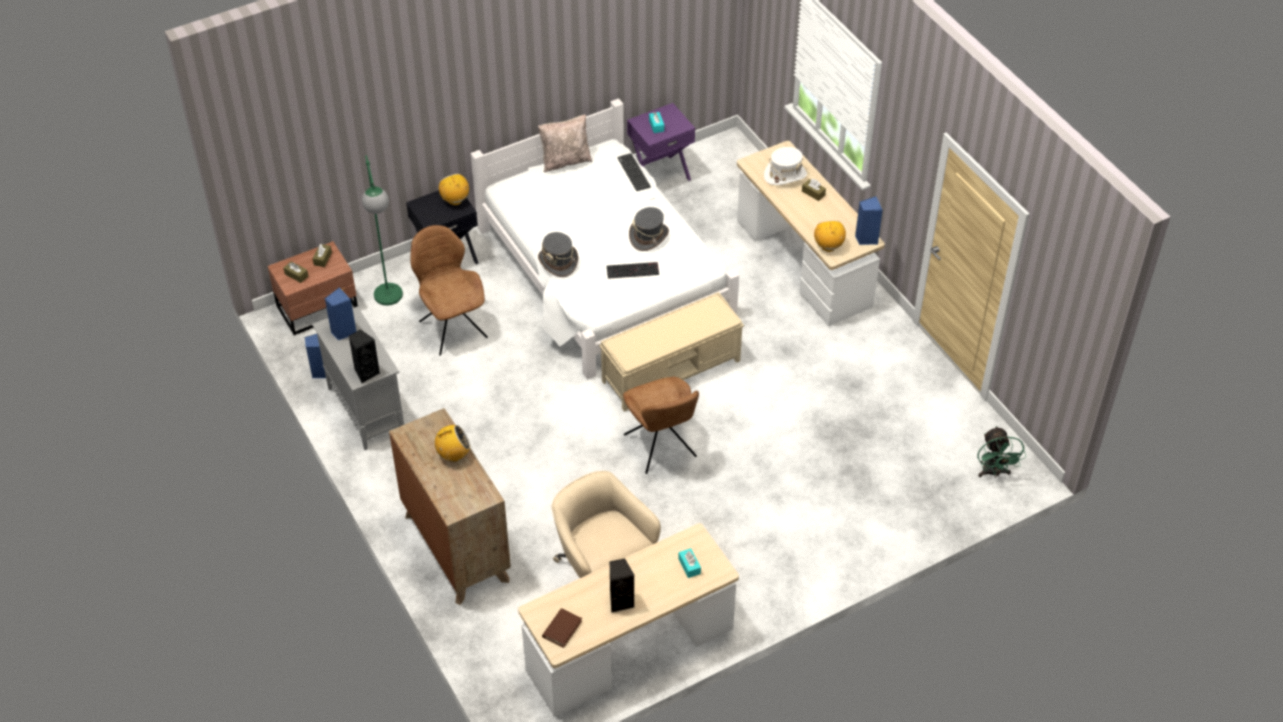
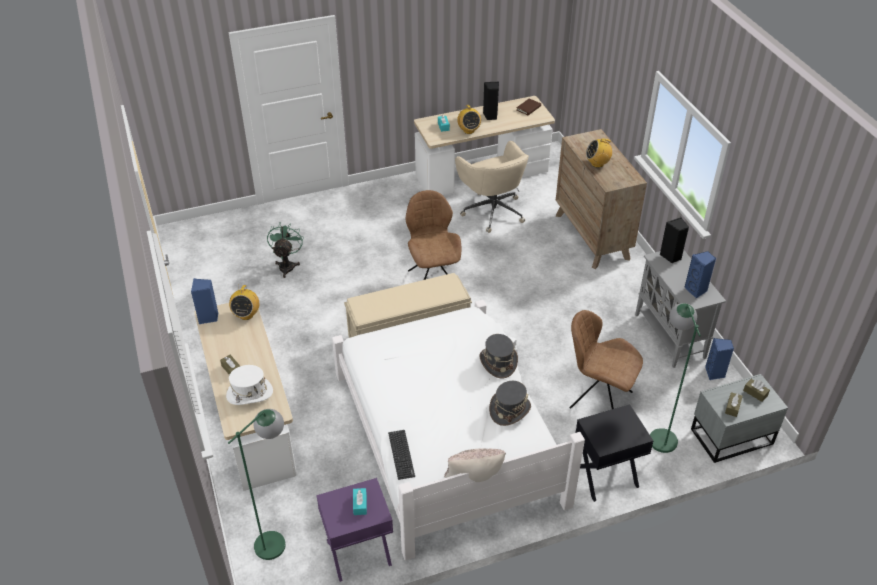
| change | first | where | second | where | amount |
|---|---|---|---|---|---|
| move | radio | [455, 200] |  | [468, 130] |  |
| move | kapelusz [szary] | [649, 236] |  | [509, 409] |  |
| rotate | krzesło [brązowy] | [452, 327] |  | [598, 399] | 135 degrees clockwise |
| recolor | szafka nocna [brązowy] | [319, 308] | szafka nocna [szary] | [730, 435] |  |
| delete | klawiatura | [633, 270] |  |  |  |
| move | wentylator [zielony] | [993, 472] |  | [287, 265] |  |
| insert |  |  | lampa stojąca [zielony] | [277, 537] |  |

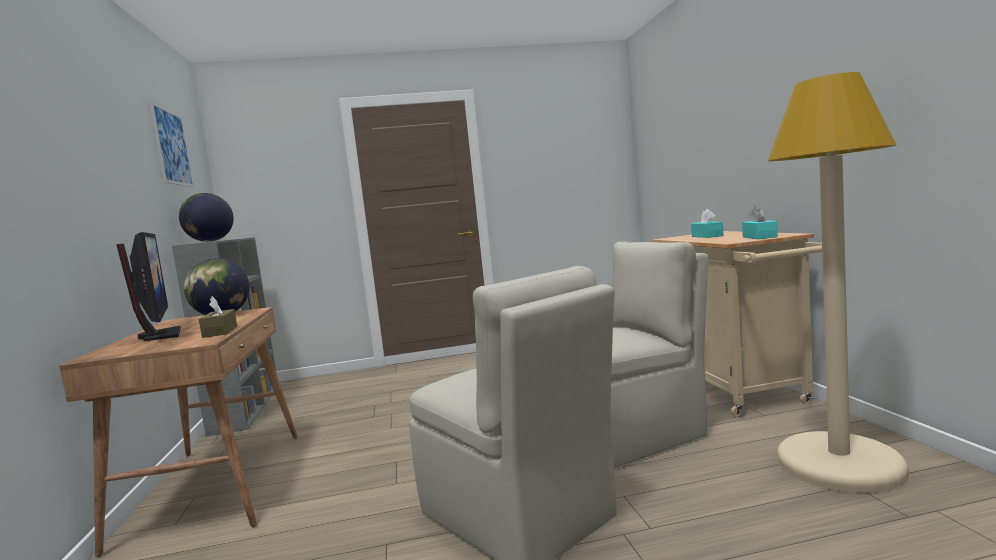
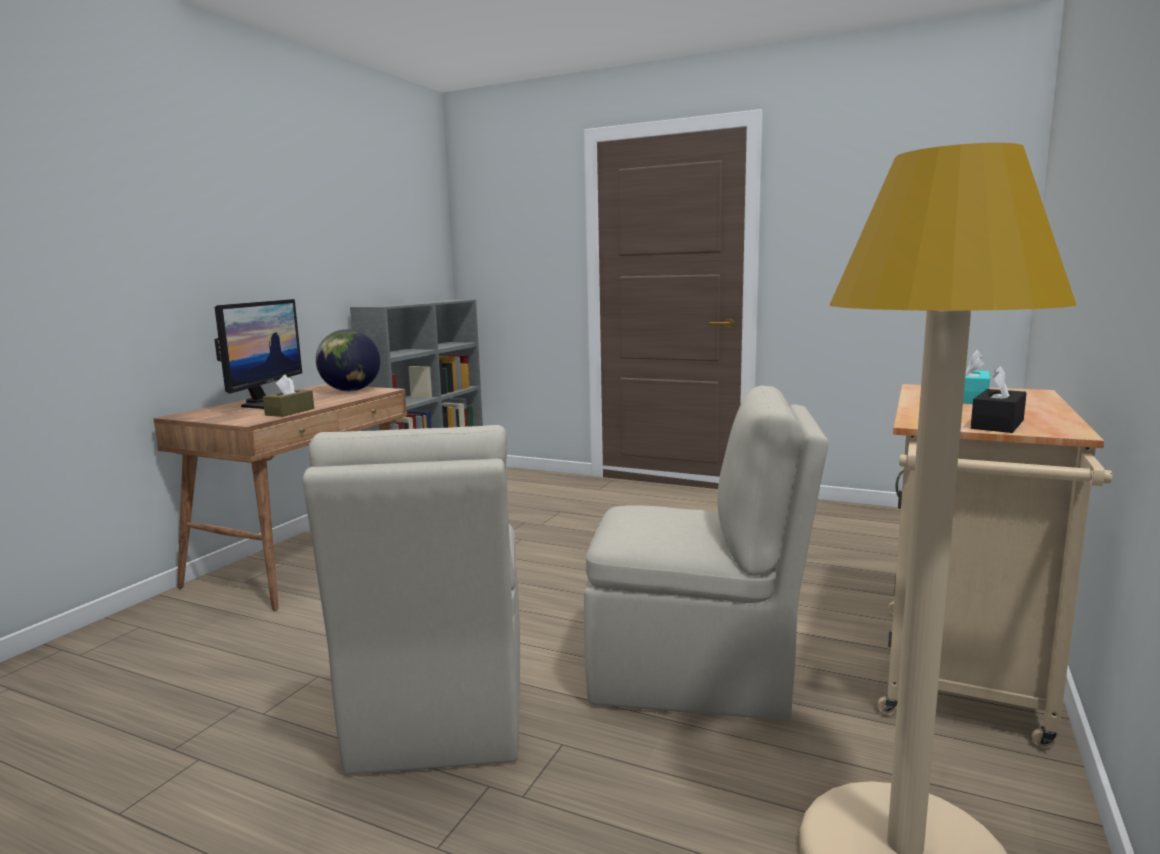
| change | first | where | second | where | amount |
|---|---|---|---|---|---|
| delete | obraz | [172, 147] |  |  |  |
| delete | globus | [210, 241] |  |  |  |
| recolor | pudełko chusteczek [turkusowy] | [759, 237] | pudełko chusteczek [czarny] | [997, 424] |  |

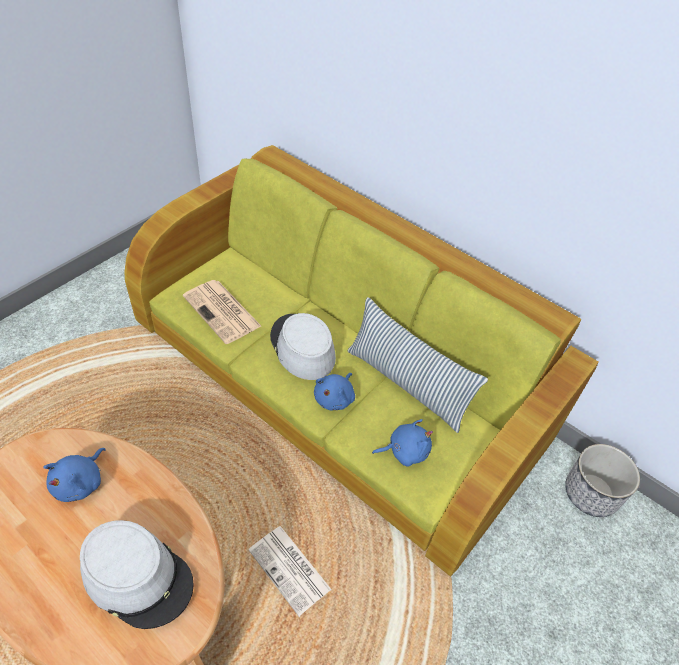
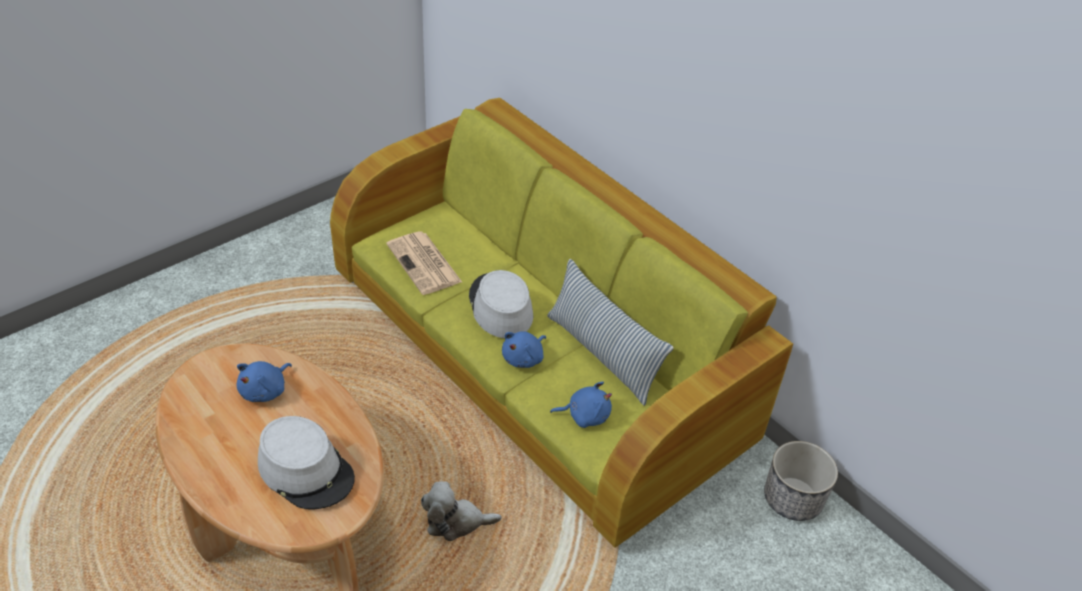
| change | first | where | second | where | amount |
|---|---|---|---|---|---|
| replace | gazeta | [292, 570] | pluszak | [456, 522] |  |

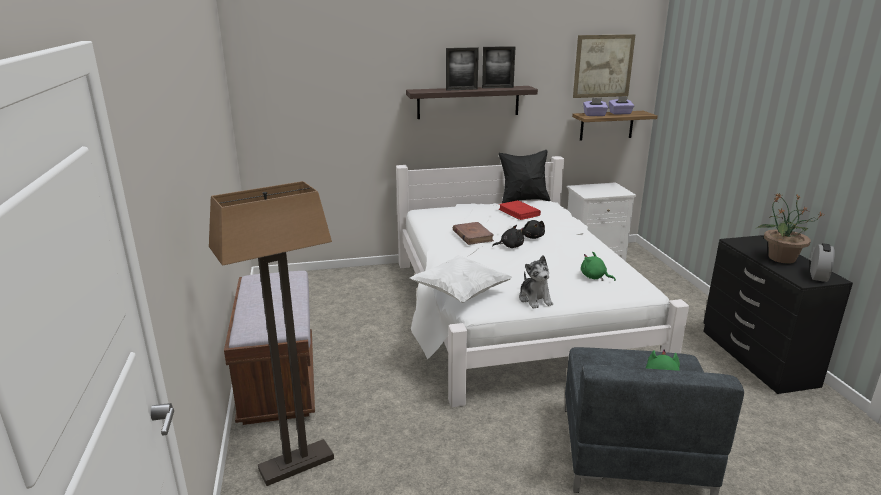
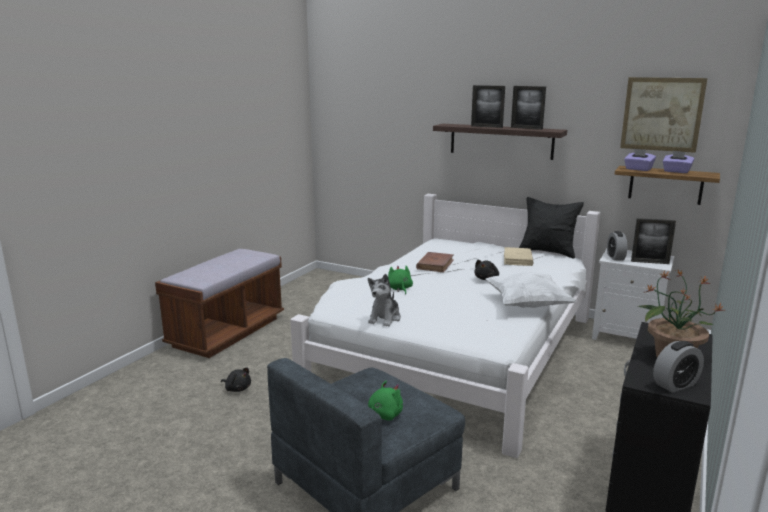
| change | first | where | second | where | amount |
|---|---|---|---|---|---|
| delete | lampa stojąca | [297, 463] |  |  |  |
| recolor | książka [czerwony] | [519, 212] | książka [beżowy] | [517, 259] |  |
| move | pluszak [czarny] | [510, 246] |  | [237, 388] |  |
| move | pluszak [zielony] | [594, 277] |  | [400, 289] |  |
| move | poduszka [biały] | [460, 293] |  | [527, 305] |  |
| insert |  |  | ramka na zdjęcie | [650, 262] |  |
| insert |  |  | budzik | [615, 257] |  |

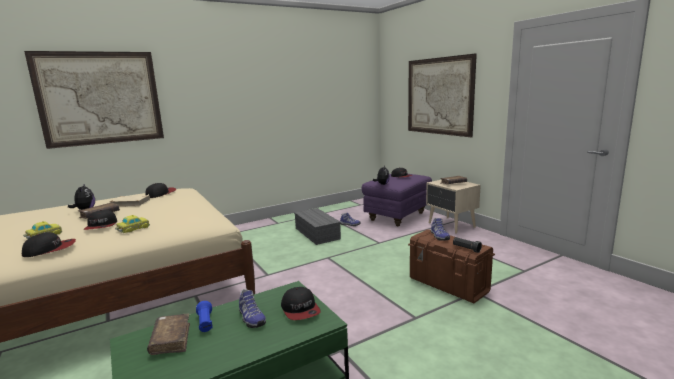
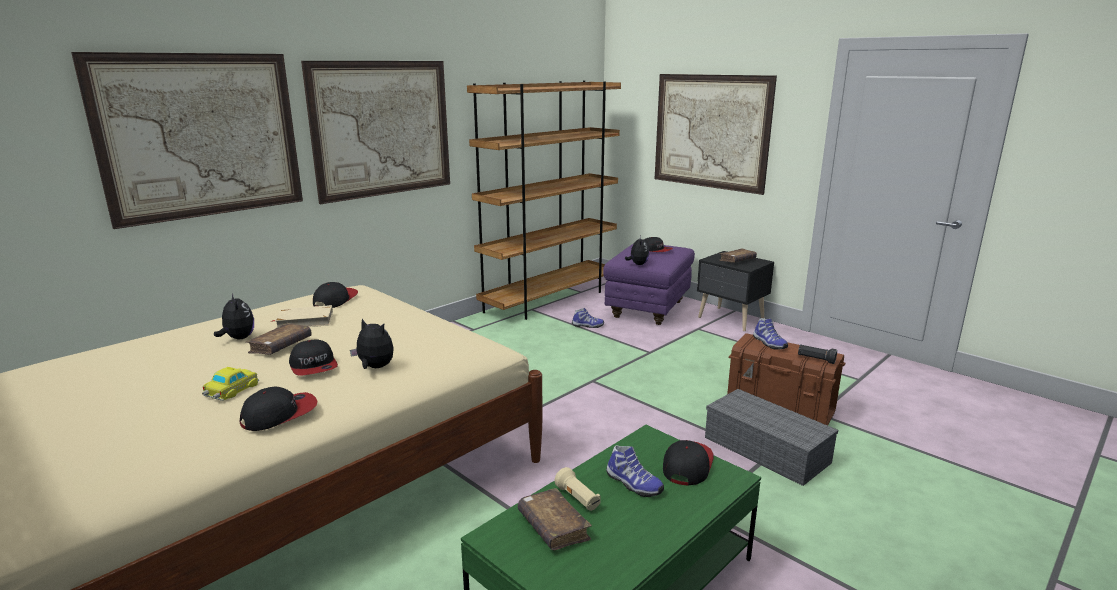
| change | first | where | second | where | amount |
|---|---|---|---|---|---|
| recolor | szafka nocna [beżowy] | [451, 225] | szafka nocna [czarny] | [731, 320] |  |
| move | pojemnik do przechowywania [szary] | [318, 233] |  | [768, 450] |  |
| replace | samochodzik | [133, 229] | pluszak | [374, 367] |  |
| rotate | czapka z daszkiem | [300, 310] |  | [687, 465] | 120 degrees counterclockwise |
| recolor | latarka [niebieski] | [205, 323] | latarka [beżowy] | [578, 499] |  |
| insert |  |  | obraz | [383, 129] |  |
| insert |  |  | regał [brązowy] | [550, 300] |  |

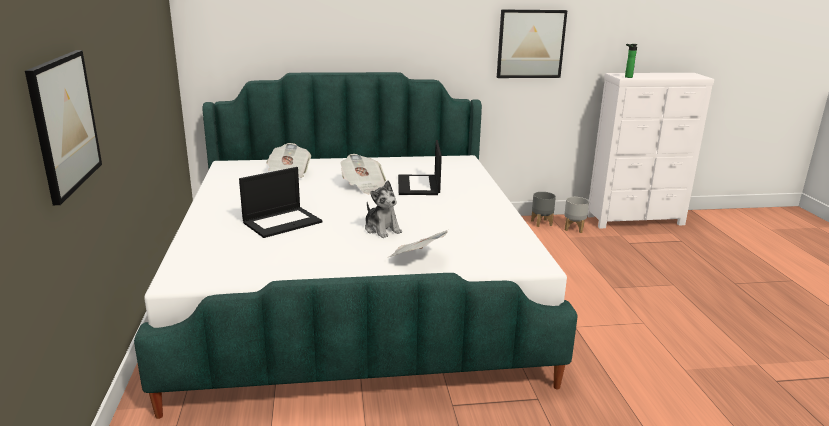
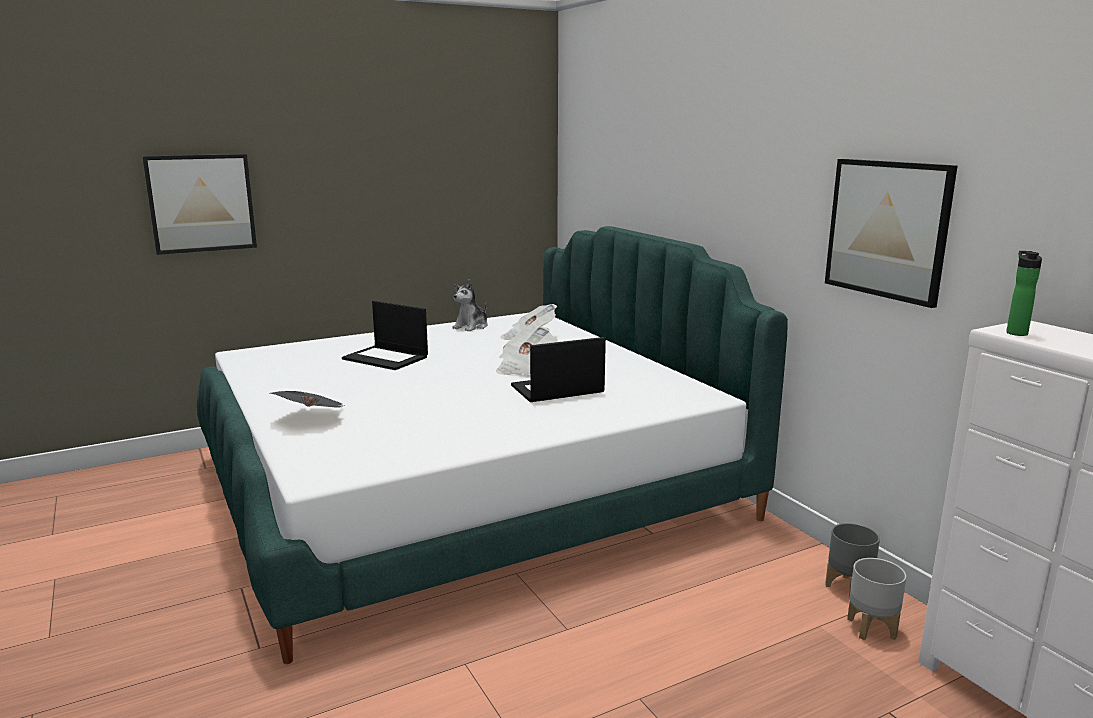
| change | first | where | second | where | amount |
|---|---|---|---|---|---|
| move | pluszak | [382, 229] |  | [471, 326] |  |

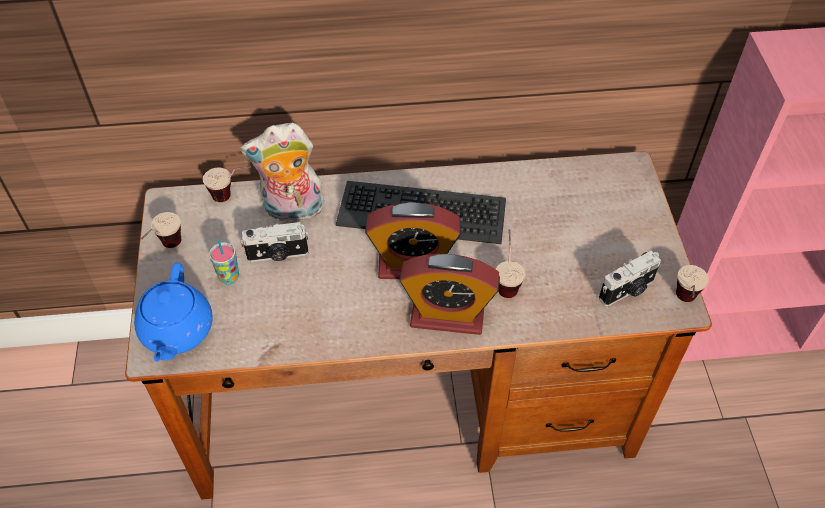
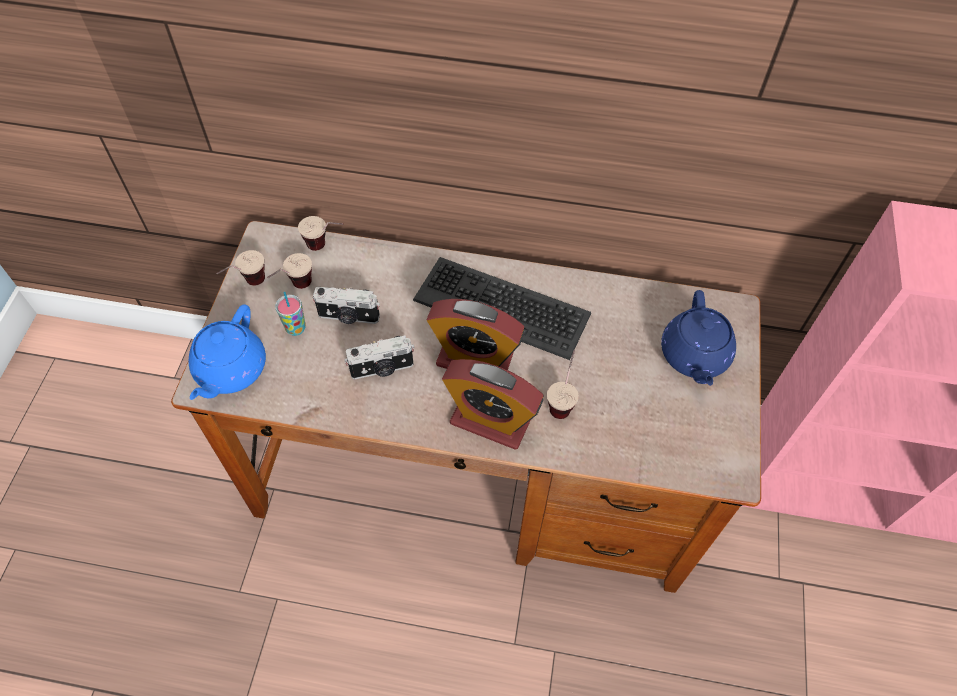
| change | first | where | second | where | amount |
|---|---|---|---|---|---|
| delete | pluszak | [292, 210] |  |  |  |
| move | aparat fotograficzny | [627, 290] |  | [382, 369] |  |
| move | filiżanka | [684, 304] |  | [294, 289] |  |
| insert |  |  | imbryk [niebieski] | [694, 356] |  |

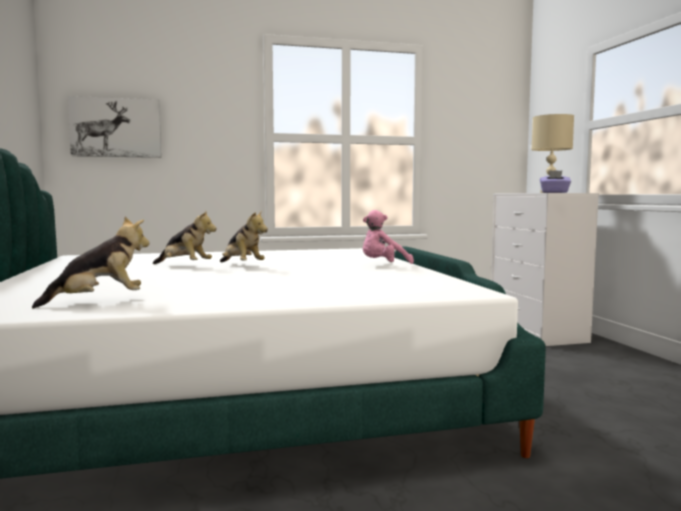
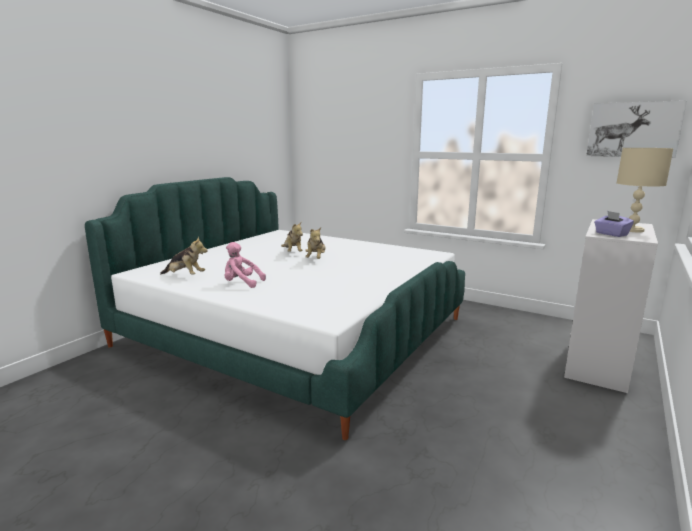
| change | first | where | second | where | amount |
|---|---|---|---|---|---|
| move | obraz | [116, 128] |  | [633, 129] |  |
| move | pluszak [różowy] | [383, 265] |  | [241, 283] |  |

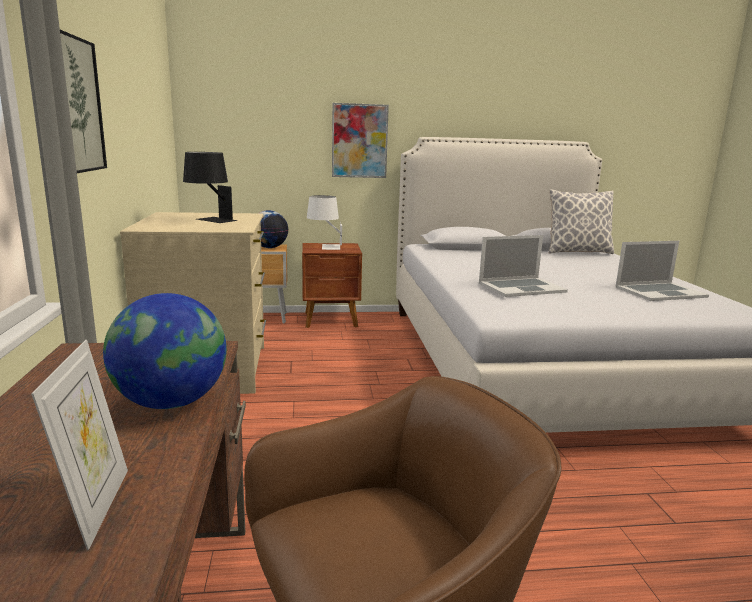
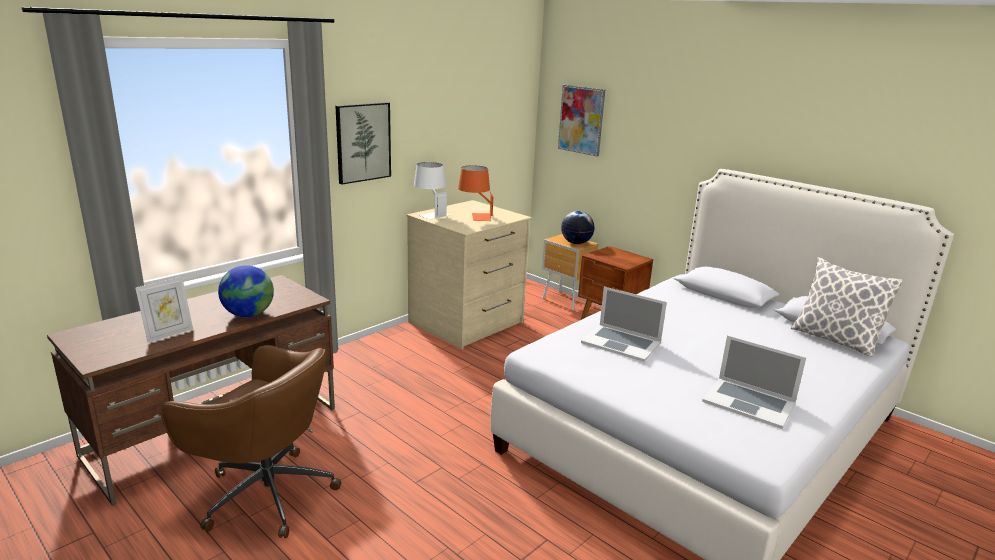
| change | first | where | second | where | amount |
|---|---|---|---|---|---|
| move | obraz | [359, 141] |  | [581, 120] |  |
| recolor | lampa stołowa [czarny] | [210, 220] | lampa stołowa [pomarańczowy] | [475, 217] |  |
| move | lampa stołowa [biały] | [324, 246] |  | [430, 213] |  |

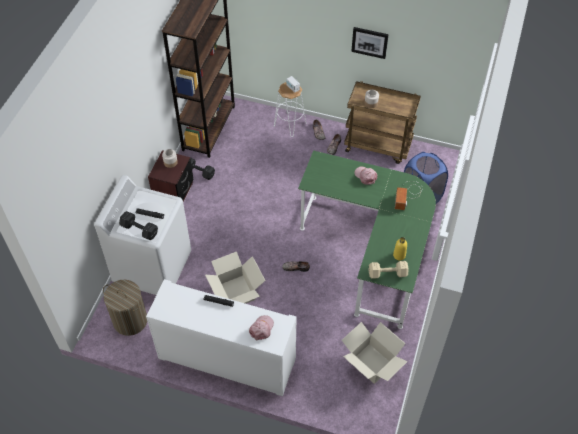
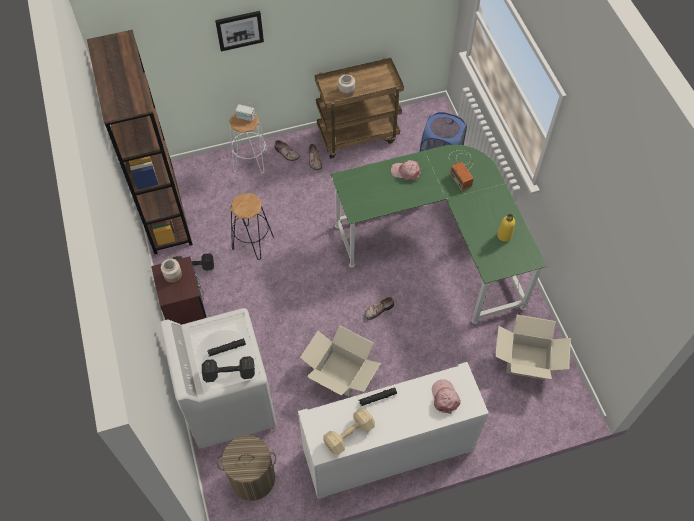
| change | first | where | second | where | amount |
|---|---|---|---|---|---|
| move | obraz | [369, 42] |  | [239, 30] |  |
| move | hantel [beżowy] | [386, 273] |  | [348, 435] |  |
| insert |  |  | stołek [czarny] | [253, 242] |  |

